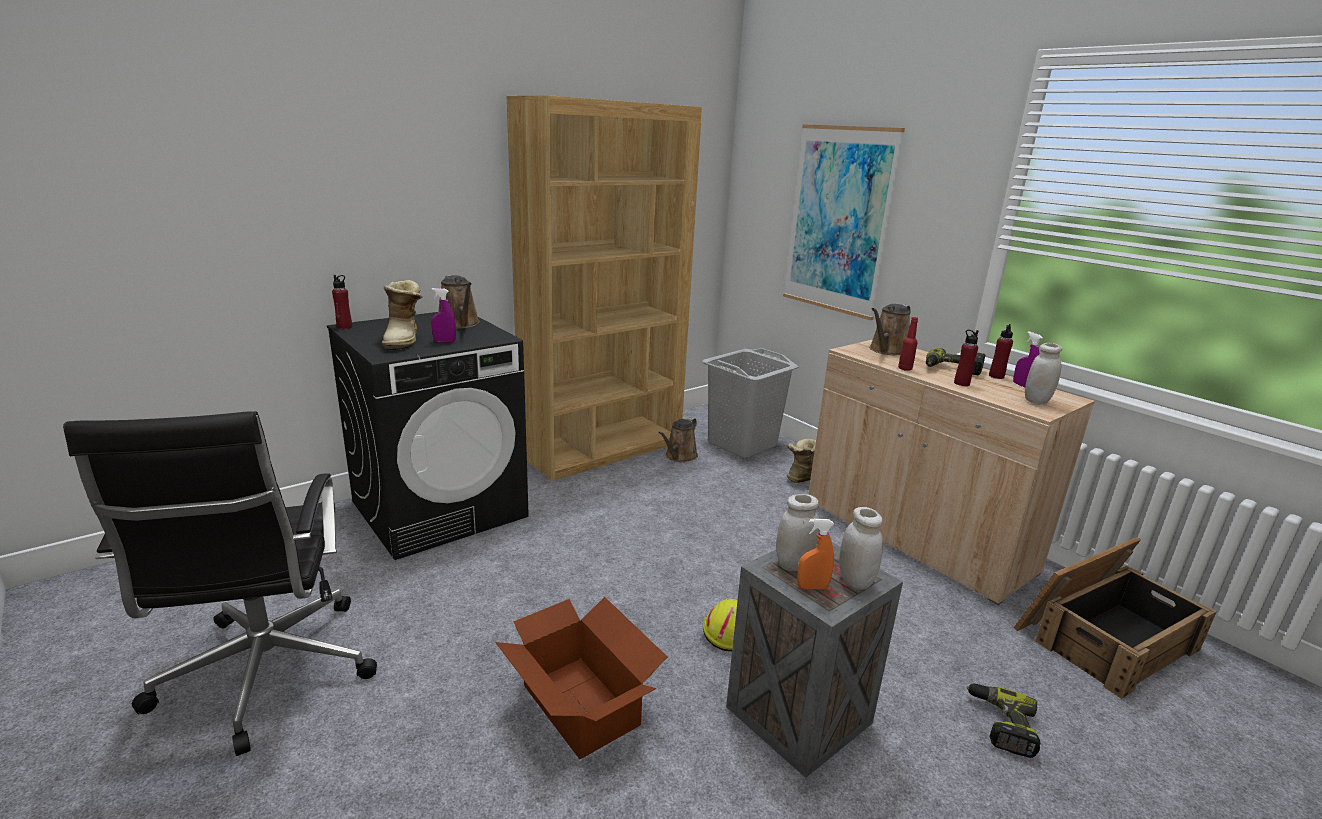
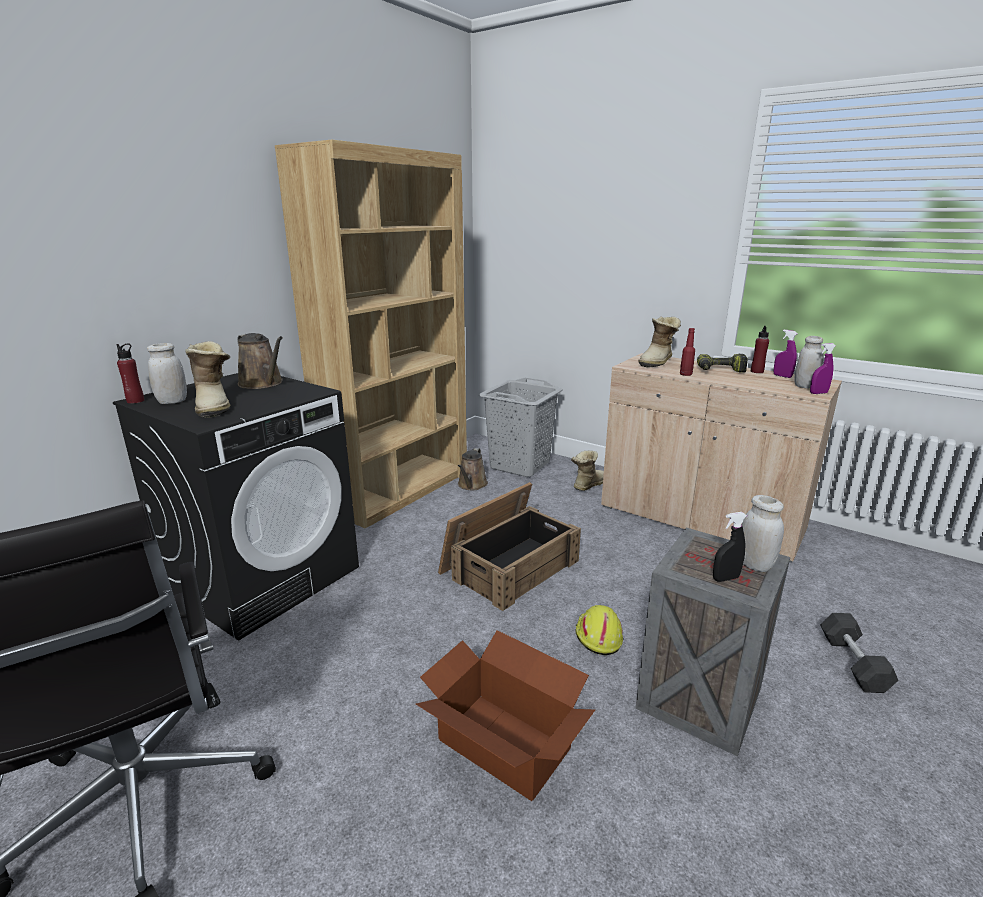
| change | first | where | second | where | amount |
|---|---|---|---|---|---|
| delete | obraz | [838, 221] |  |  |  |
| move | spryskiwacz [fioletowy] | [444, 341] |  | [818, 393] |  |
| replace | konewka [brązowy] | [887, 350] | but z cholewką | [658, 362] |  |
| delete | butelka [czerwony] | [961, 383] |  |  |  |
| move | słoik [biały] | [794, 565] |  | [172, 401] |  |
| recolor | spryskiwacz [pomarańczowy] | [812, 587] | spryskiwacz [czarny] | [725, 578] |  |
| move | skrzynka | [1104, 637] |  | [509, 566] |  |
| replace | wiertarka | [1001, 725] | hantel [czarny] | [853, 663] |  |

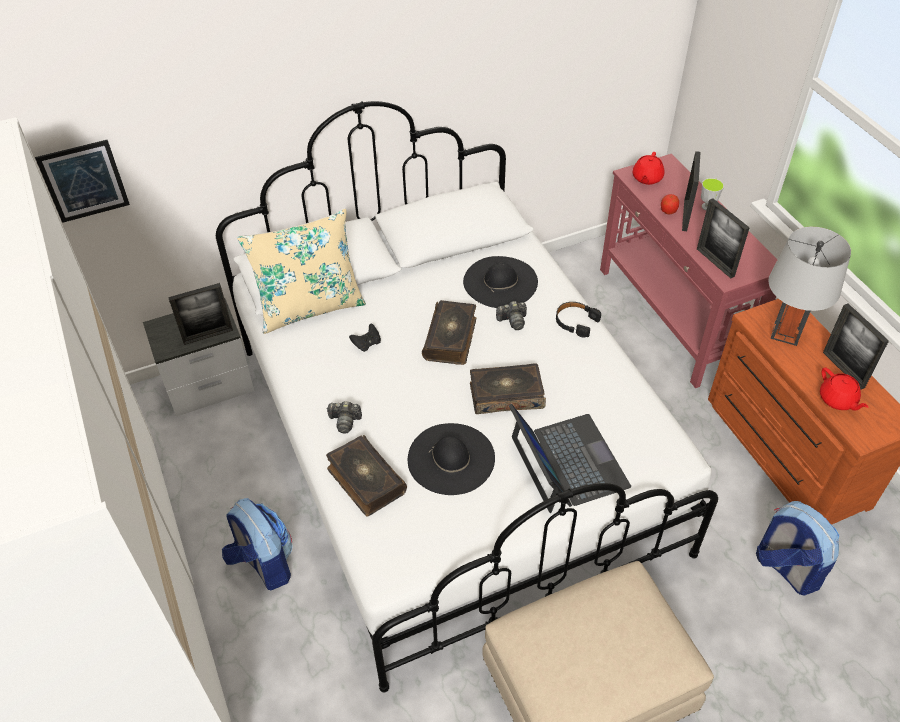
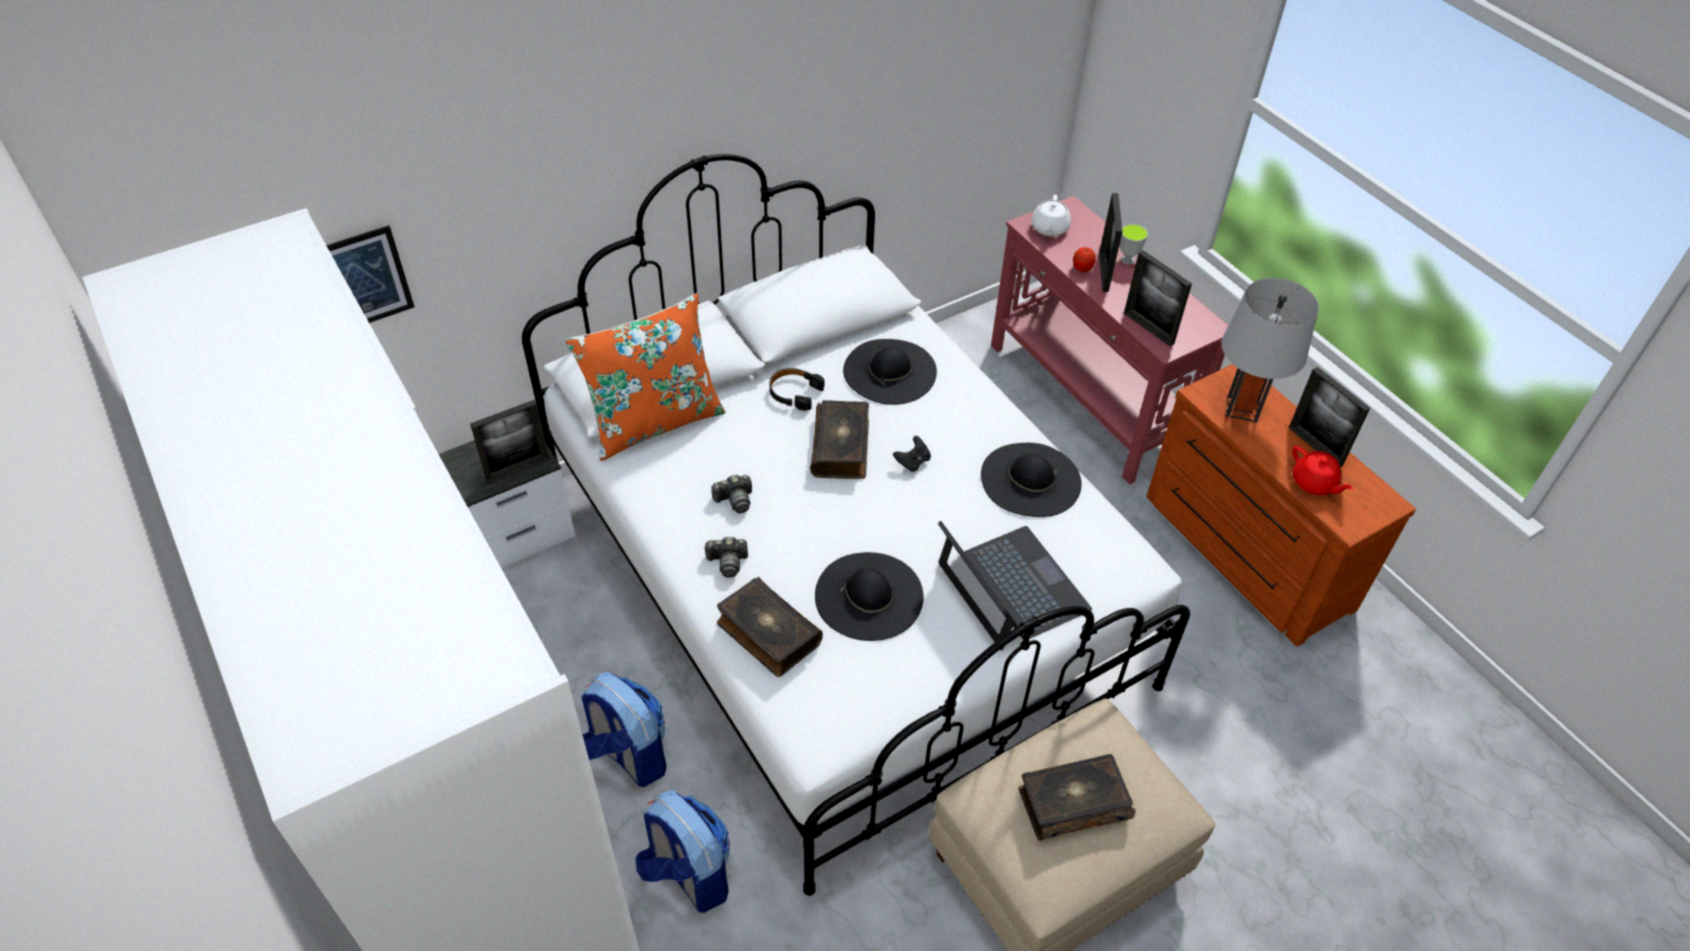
| change | first | where | second | where | amount |
|---|---|---|---|---|---|
| recolor | imbryk [czerwony] | [646, 178] | imbryk [biały] | [1049, 228] |  |
| recolor | poduszka [beżowy] | [310, 307] | poduszka [pomarańczowy] | [654, 421] |  |
| move | aparat fotograficzny | [512, 321] |  | [734, 500] |  |
| move | słuchawki [czarny] | [575, 322] |  | [794, 393] |  |
| move | pad do gier [czarny] | [367, 344] |  | [912, 462] |  |
| move | książka | [506, 395] |  | [1073, 803] |  |
| move | plecak | [785, 568] |  | [688, 874] |  |
| insert |  |  | kapelusz [czarny] | [1030, 479] |  |

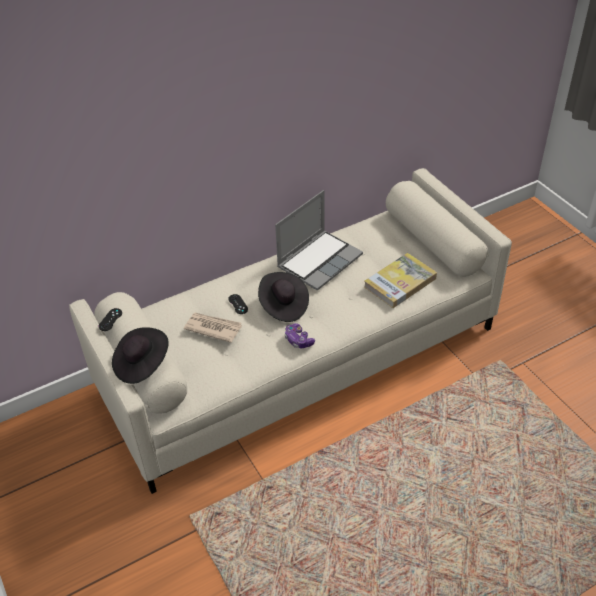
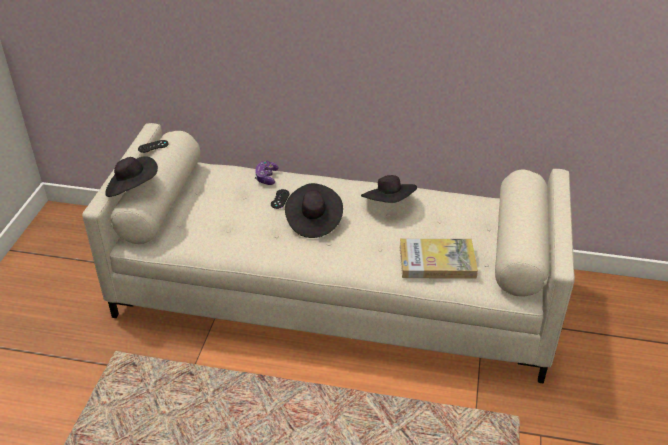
| change | first | where | second | where | amount |
|---|---|---|---|---|---|
| replace | laptop | [319, 260] | kapelusz [czarny] | [389, 204] |  |
| delete | gazeta | [213, 328] |  |  |  |
| move | pad do gier | [298, 340] |  | [266, 177] |  |

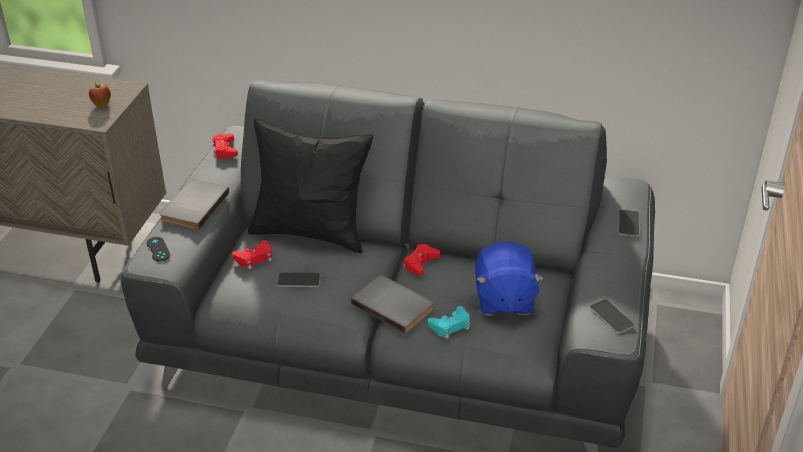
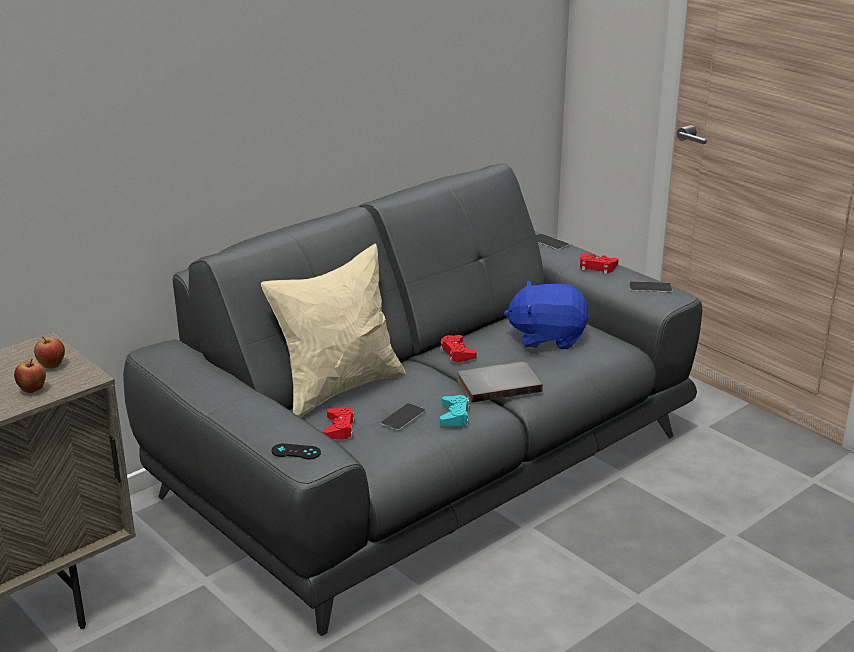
| change | first | where | second | where | amount |
|---|---|---|---|---|---|
| recolor | poduszka [czarny] | [311, 232] | poduszka [beżowy] | [338, 388] |  |
| move | pad do gier [czerwony] | [225, 150] |  | [597, 267] |  |
| delete | książka [szary] | [192, 206] |  |  |  |
| rotate | pluszak [niebieski] | [504, 299] |  | [547, 337] | 150 degrees clockwise |
| move | pad do gier [turkusowy] | [450, 326] |  | [455, 416] |  |
| insert |  |  | jabłko | [32, 390] |  |

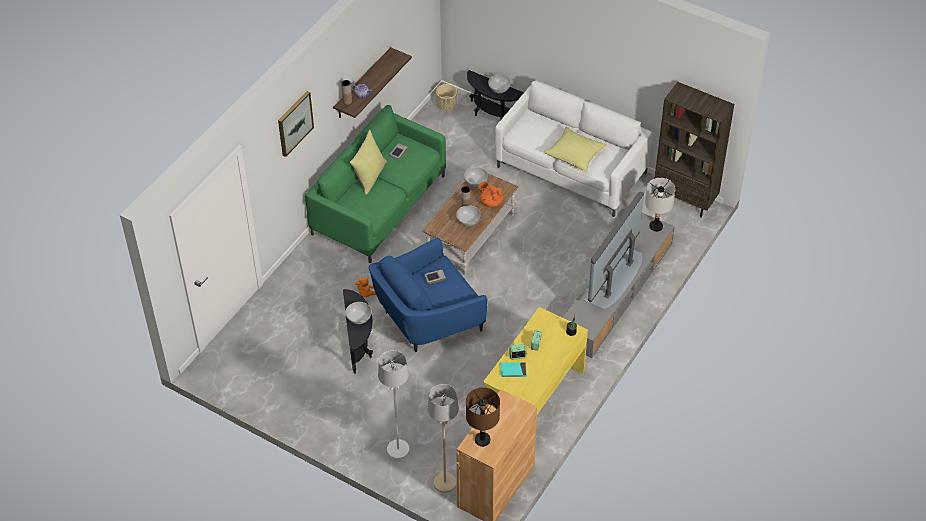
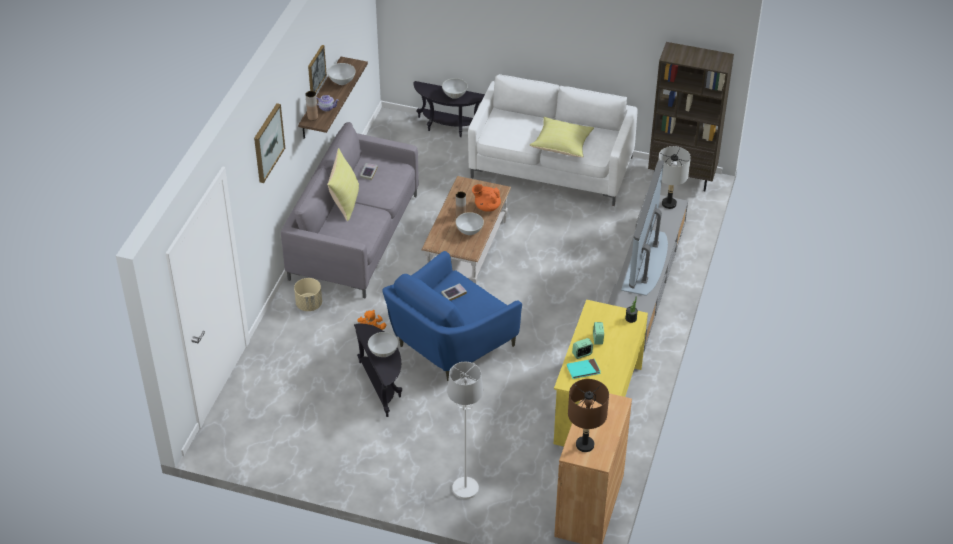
| change | first | where | second | where | amount |
|---|---|---|---|---|---|
| move | donica [beżowy] | [446, 105] |  | [309, 304] |  |
| recolor | kanapa [zielony] | [379, 206] | kanapa [szary] | [354, 238] |  |
| move | miska [biały] | [476, 183] |  | [342, 81] |  |
| delete | lampa stojąca [beżowy] | [445, 483] |  |  |  |
| insert |  |  | obraz | [316, 70] |  |

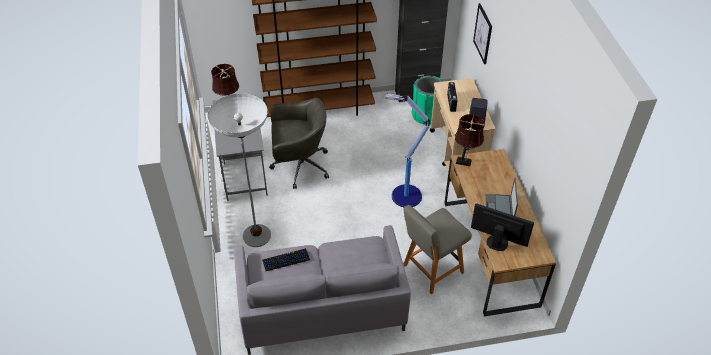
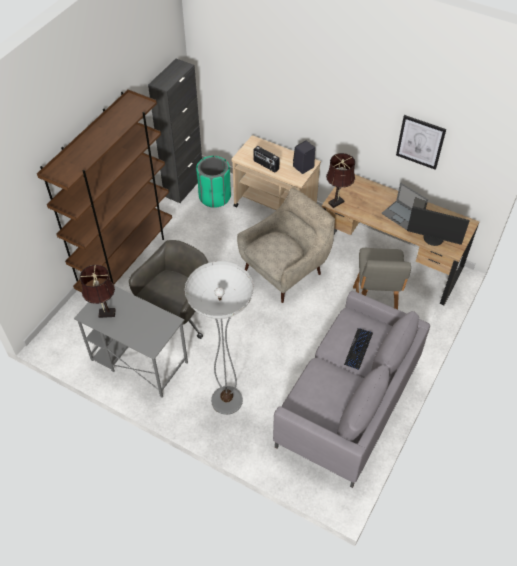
| change | first | where | second | where | amount |
|---|---|---|---|---|---|
| move | obraz | [483, 33] |  | [420, 142] |  |
| replace | lampa stojąca | [405, 196] | fotel [beżowy] | [286, 270] |  |
| rotate | monitor | [497, 242] |  | [433, 239] | 135 degrees counterclockwise |
| move | klawiatura | [286, 260] |  | [358, 349] |  |

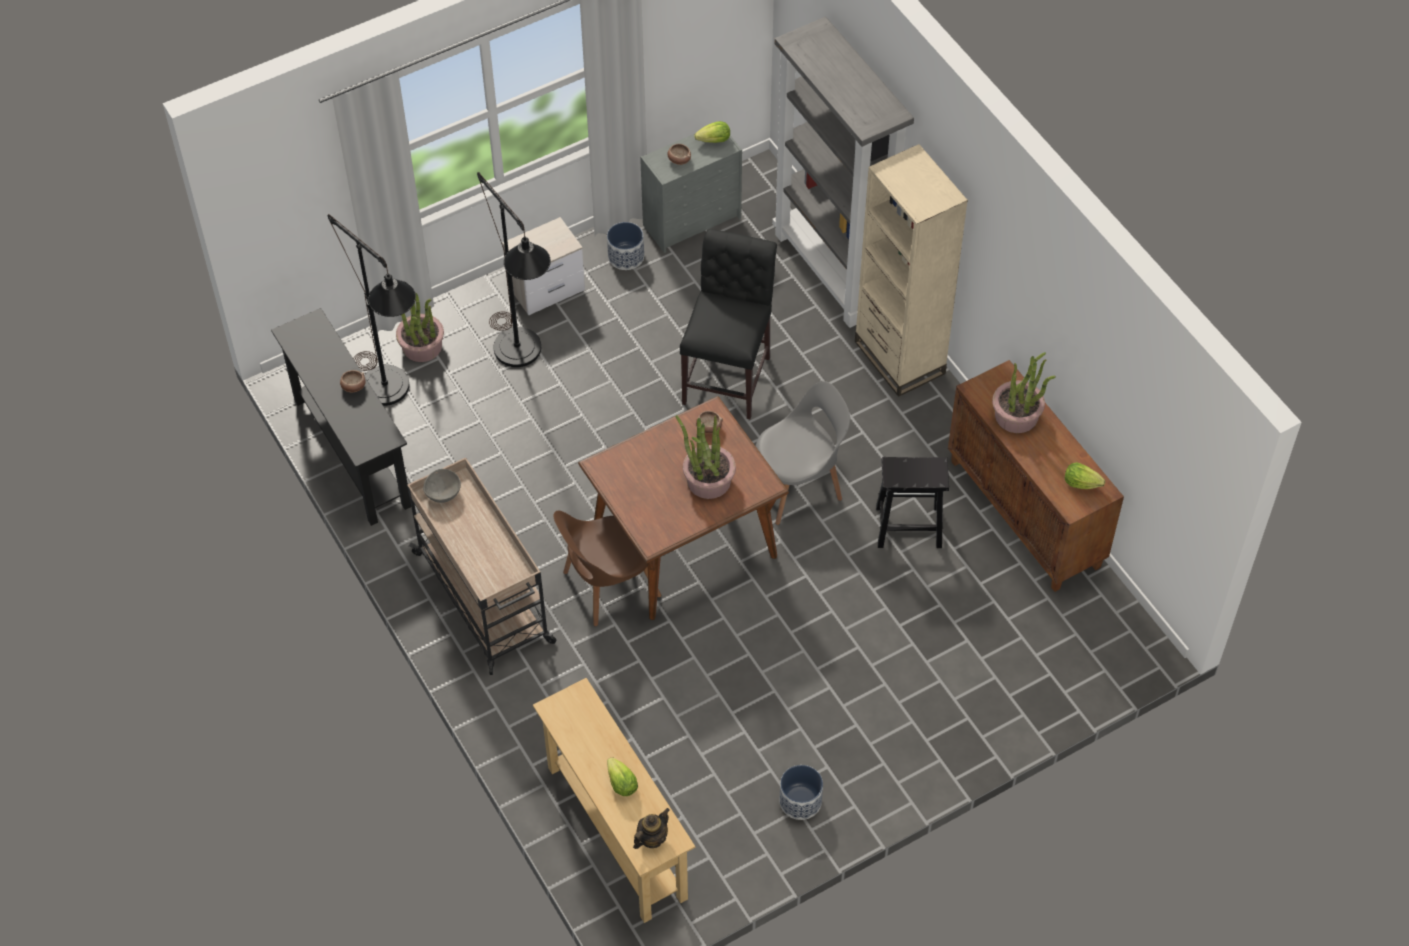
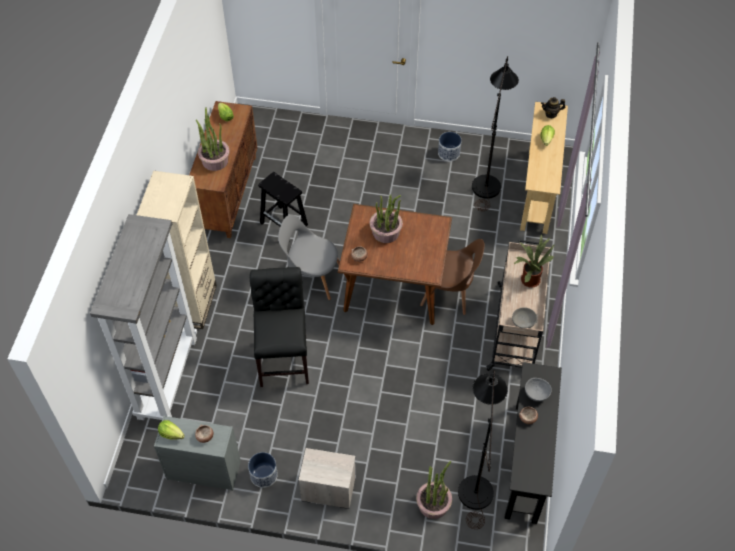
| change | first | where | second | where | amount |
|---|---|---|---|---|---|
| move | lampa stojąca [czarny] | [523, 358] |  | [487, 180] |  |
| rotate | krzesło [czarny] | [729, 375] |  | [284, 357] | 120 degrees clockwise |
| insert |  |  | roślina doniczkowa | [529, 278] |  |
| insert |  |  | miska [szary] | [536, 394] |  |

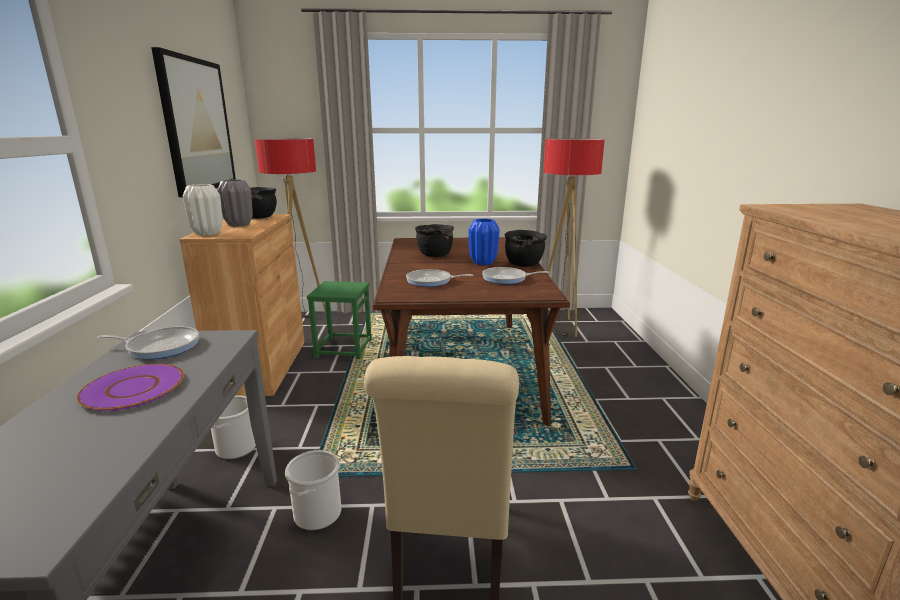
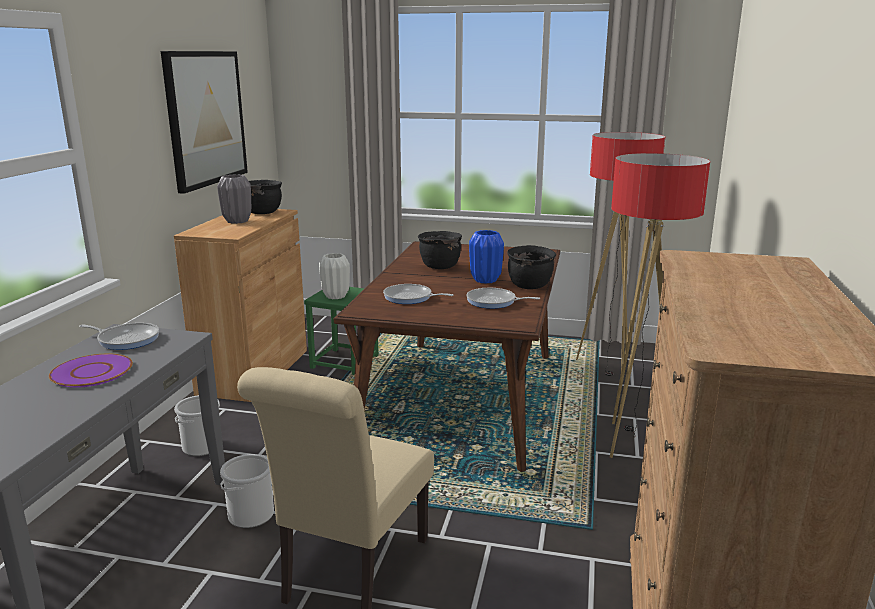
| change | first | where | second | where | amount |
|---|---|---|---|---|---|
| move | lampa stojąca | [304, 323] |  | [632, 442] |  |
| move | wazon [biały] | [207, 233] |  | [335, 296] |  |

